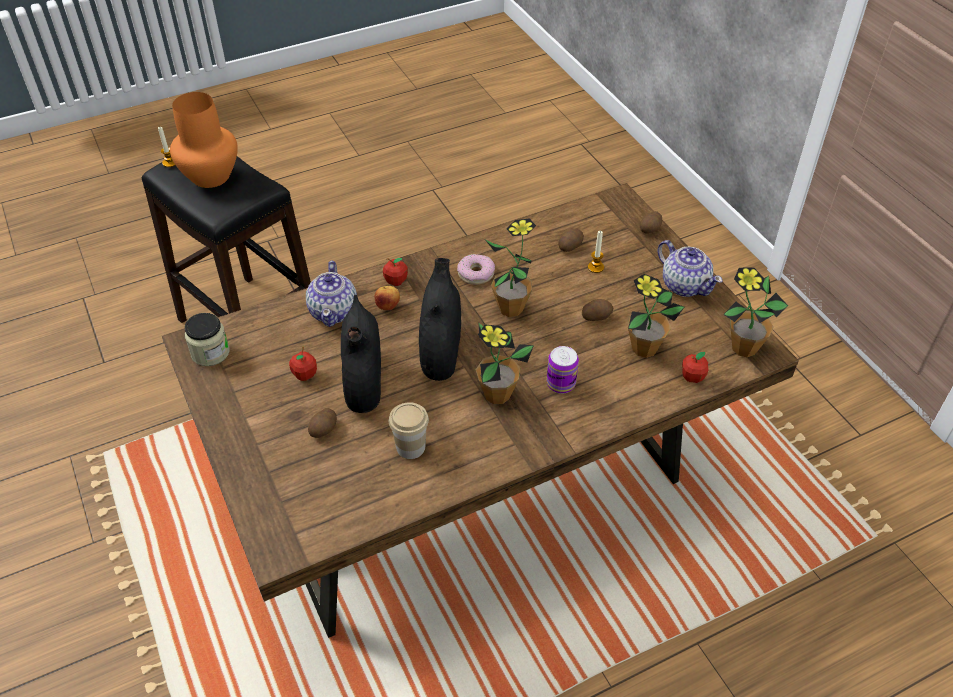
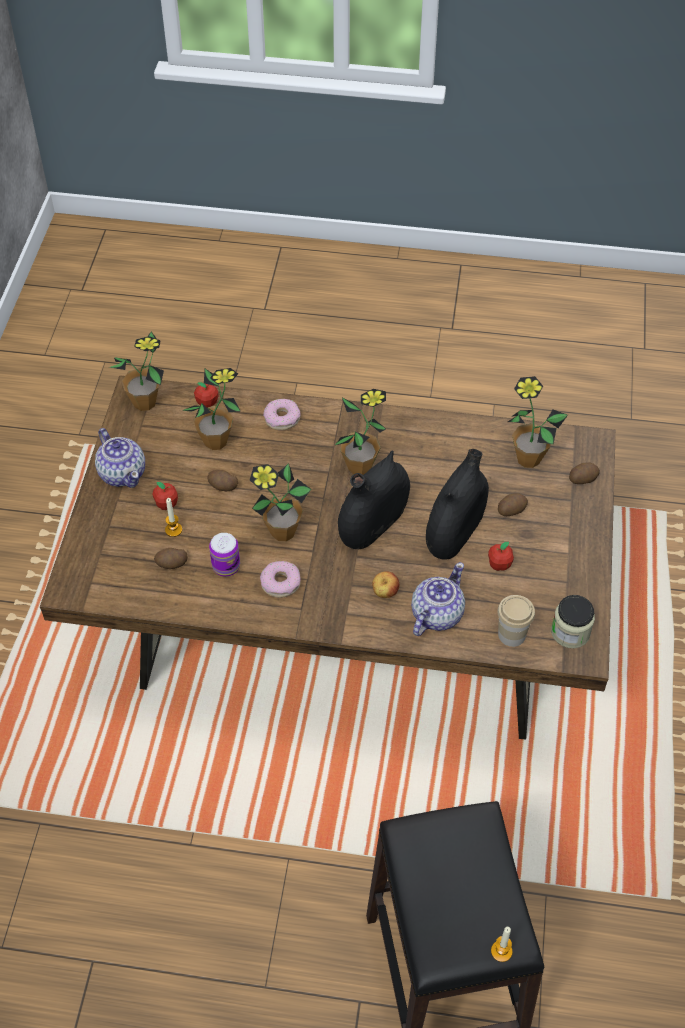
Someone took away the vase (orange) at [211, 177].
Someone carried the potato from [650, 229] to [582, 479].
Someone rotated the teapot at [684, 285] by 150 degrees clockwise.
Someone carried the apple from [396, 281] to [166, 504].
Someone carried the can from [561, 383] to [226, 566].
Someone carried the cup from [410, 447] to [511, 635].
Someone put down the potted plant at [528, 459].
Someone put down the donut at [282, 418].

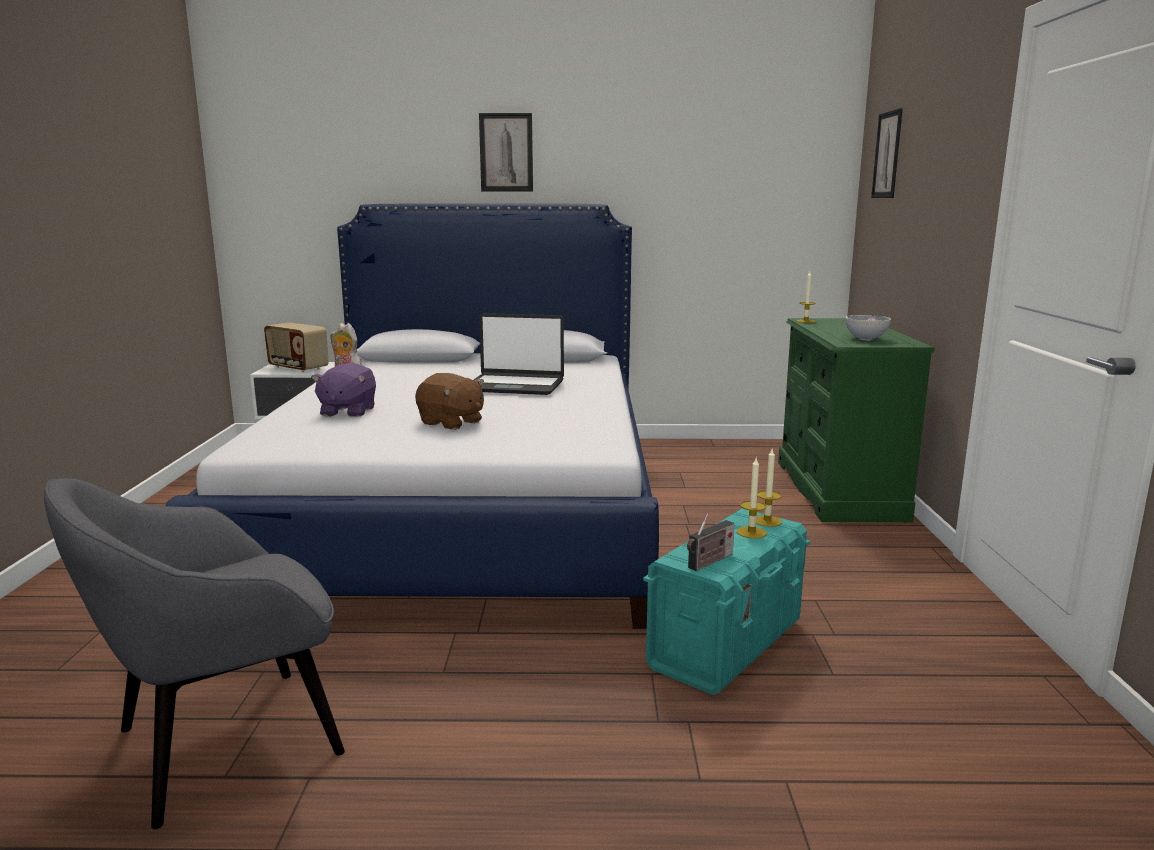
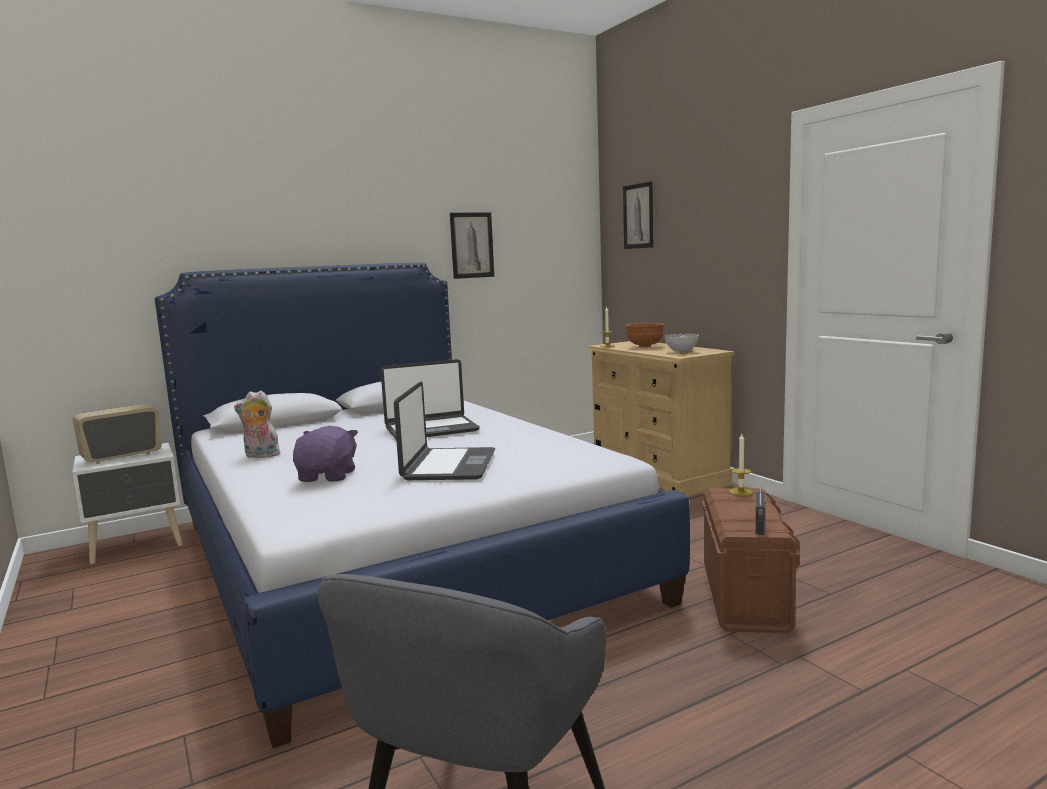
Someone carried the picture from [506, 152] to [472, 245].
Someone repainted the dresser (green) at [838, 489], which became the dresser (beige) at [657, 474].
Someone rotated the radio at [297, 368] by 135 degrees clockwise.
Someone rotated the plush toy (purple) at [347, 411] by 150 degrees counterclockwise.
Someone swapped the plush toy (brown) at [451, 423] for the laptop at [448, 466].
Someone took away the candle at [751, 532].
Someone repainted the storage box (turquoise) at [727, 644], which became the storage box (brown) at [744, 596].
Someone put down the bowl (brown) at [645, 346].

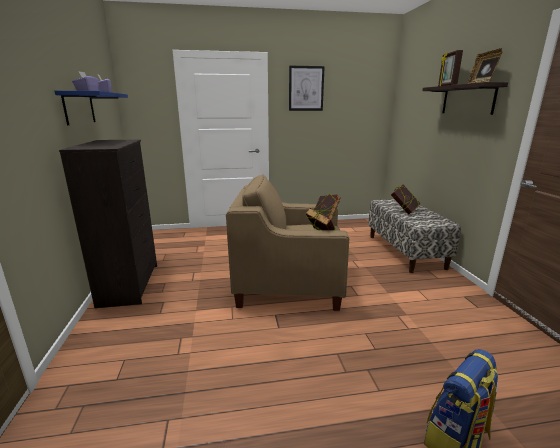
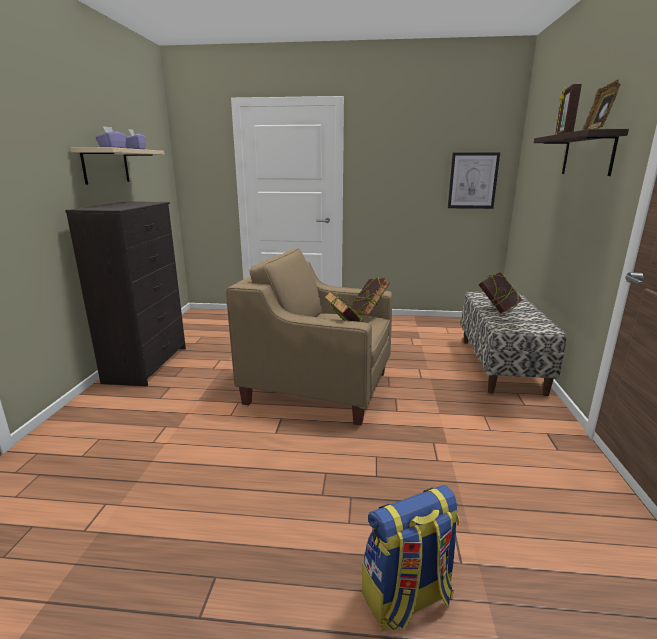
Someone carried the picture from [306, 88] to [473, 180].
Someone repainted the shelf (blue) at [79, 108], which became the shelf (beige) at [106, 166].

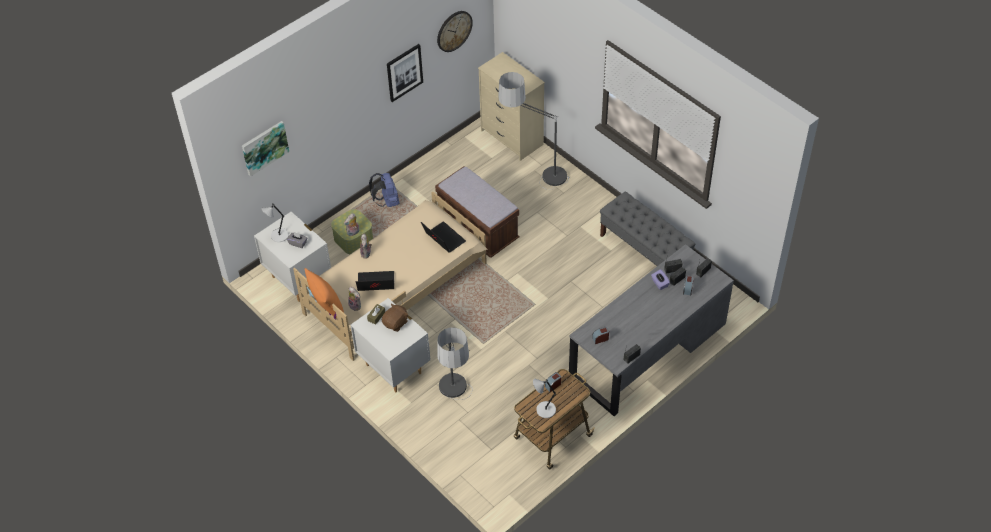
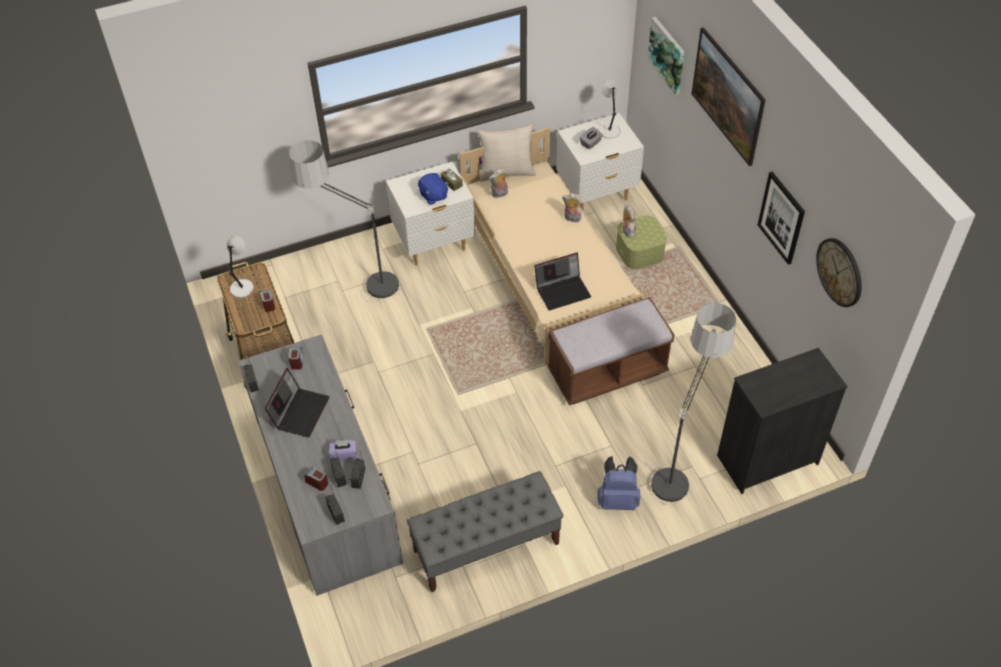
Someone repainted the dresser (beige) at [511, 138], which became the dresser (black) at [767, 459].
Someone carried the backpack (blue) from [387, 201] to [617, 499].
Someone repainted the pillow (orange) at [327, 309], which became the pillow (beige) at [506, 172].
Someone carried the laptop from [375, 284] to [300, 412].
Someone repainted the plush toy (brown) at [396, 323], which became the plush toy (blue) at [433, 196].
Someone put up the picture at [725, 112].

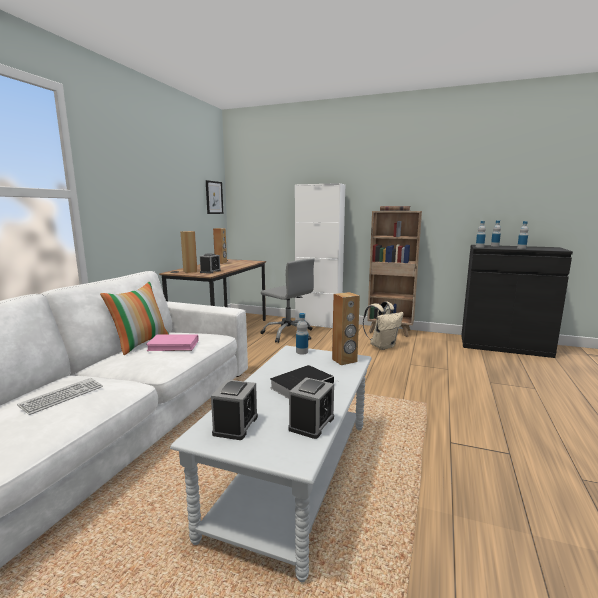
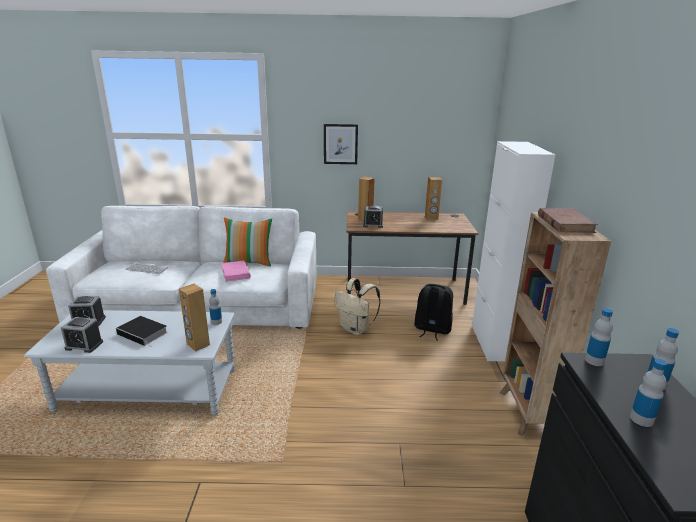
Someone carried the picture from [214, 197] to [340, 144].
Someone swapped the office chair (grey) at [288, 334] for the backpack (black) at [432, 329].
Someone carried the backpack (beige) from [382, 346] to [356, 329].

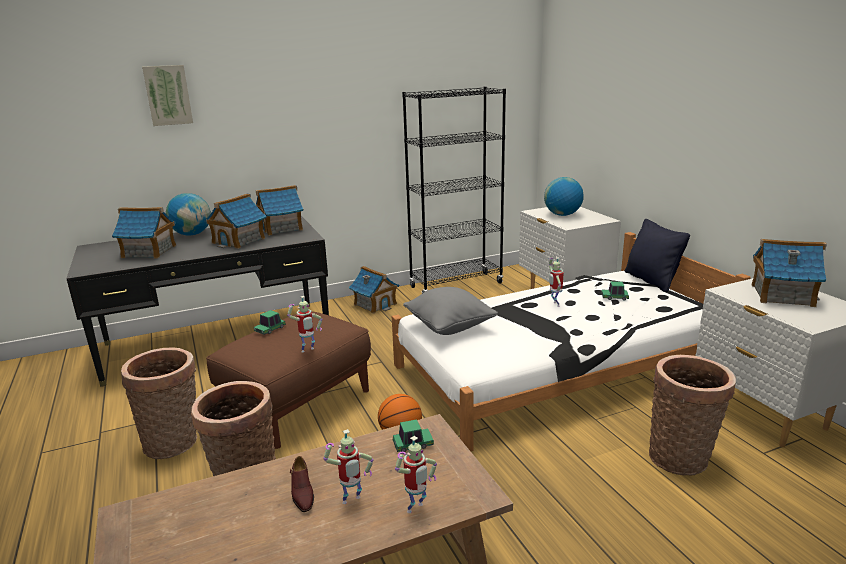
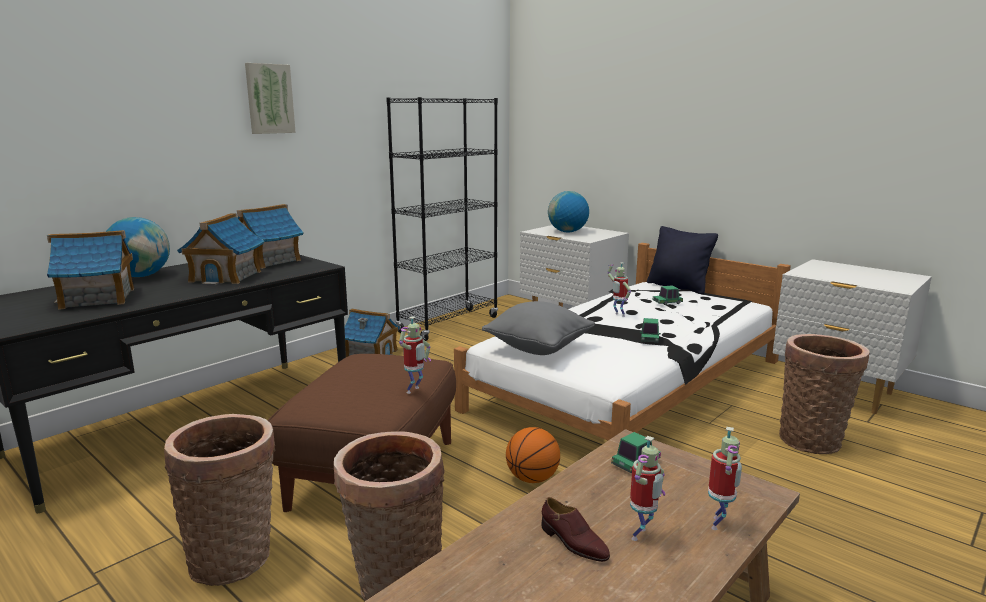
Someone carried the picture from [168, 95] to [269, 99].
Someone took away the toy house at [781, 295].
Someone carried the toy car from [270, 329] to [649, 338].

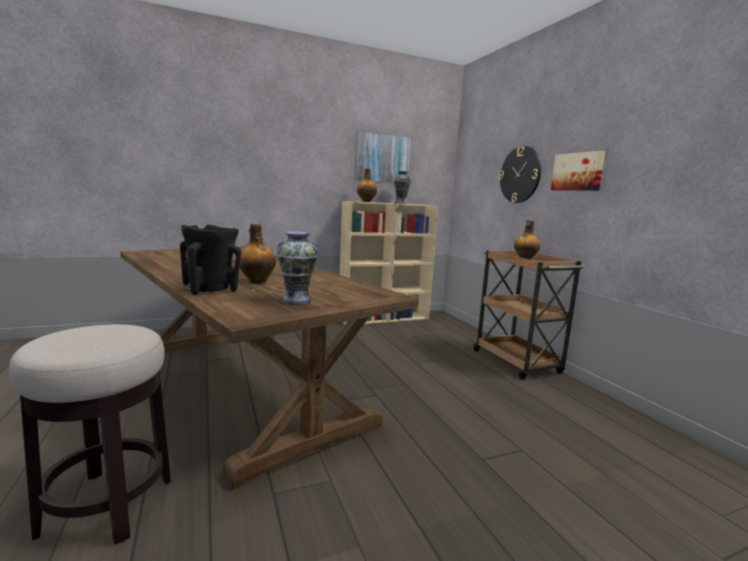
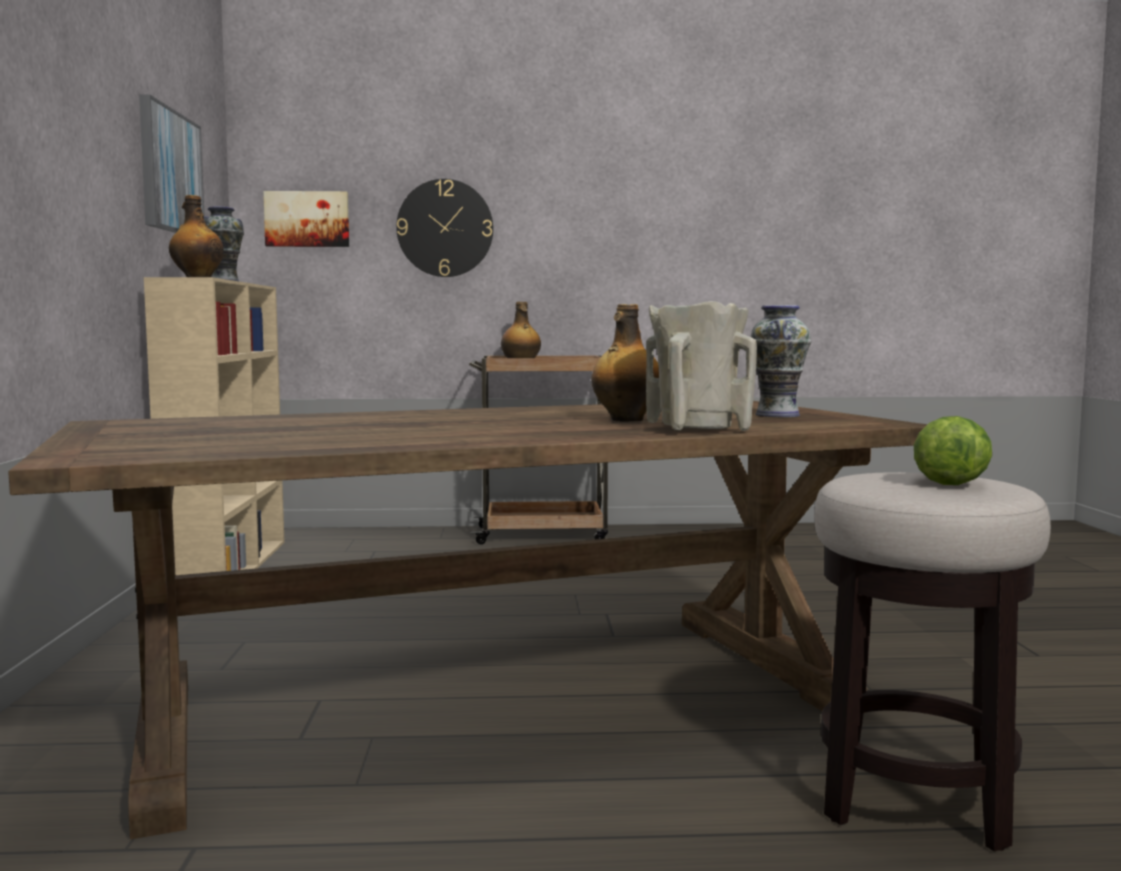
Someone carried the picture from [578, 172] to [307, 219].
Someone repainted the vase (black) at [211, 289], which became the vase (beige) at [698, 429].
Someone put down the lettuce at [950, 480].

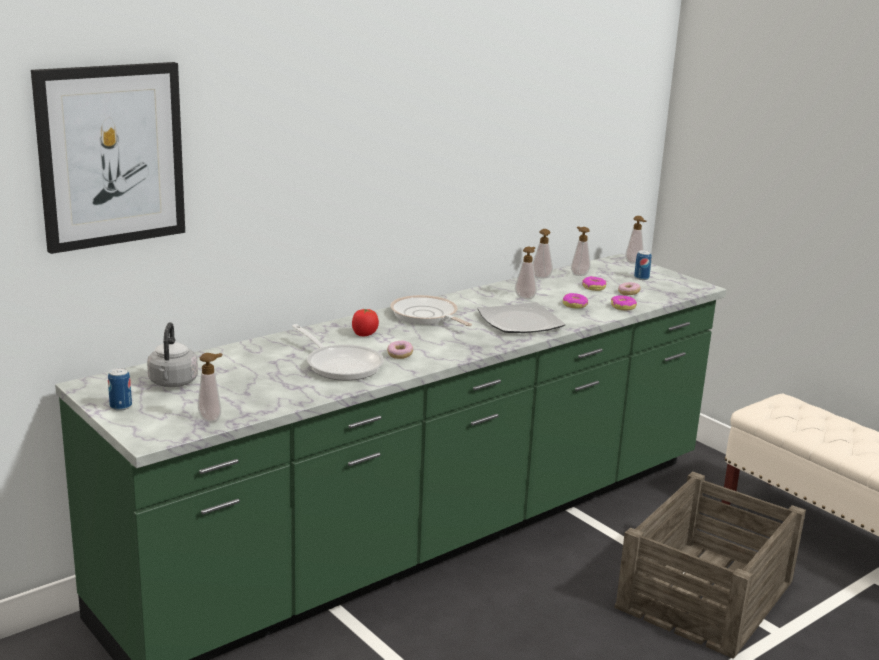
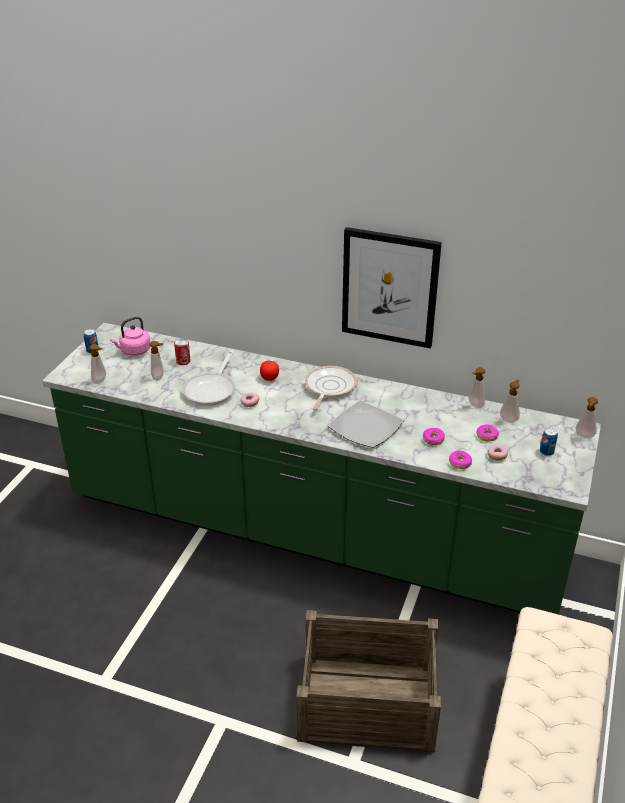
Someone carried the picture from [111, 155] to [390, 287].
Someone carried the soap dispenser from [525, 297] to [159, 378].
Someone repainted the kettle (grey) at [172, 383], which became the kettle (pink) at [134, 351].
Someone put down the can at [183, 361].

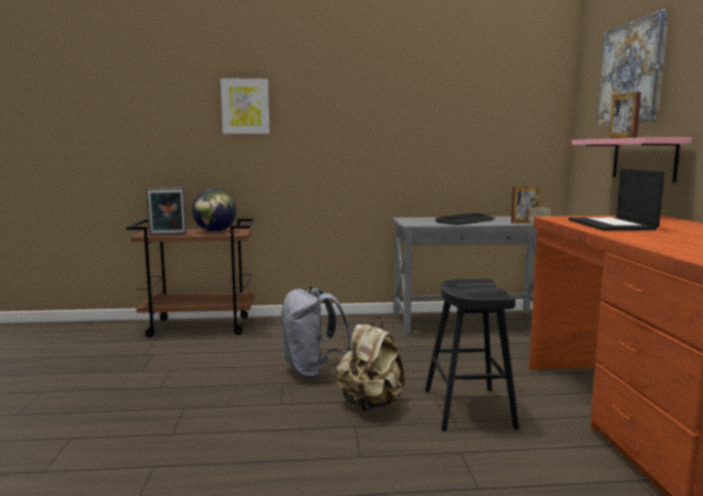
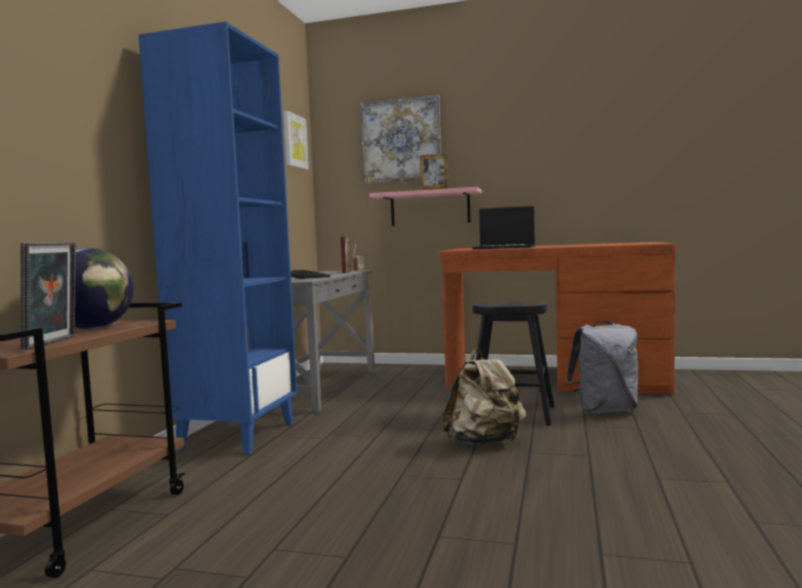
Someone carried the picture from [245, 106] to [295, 141].
Someone carried the backpack (grey) from [312, 371] to [605, 410].
Someone put down the bookcase (blue) at [237, 435].

